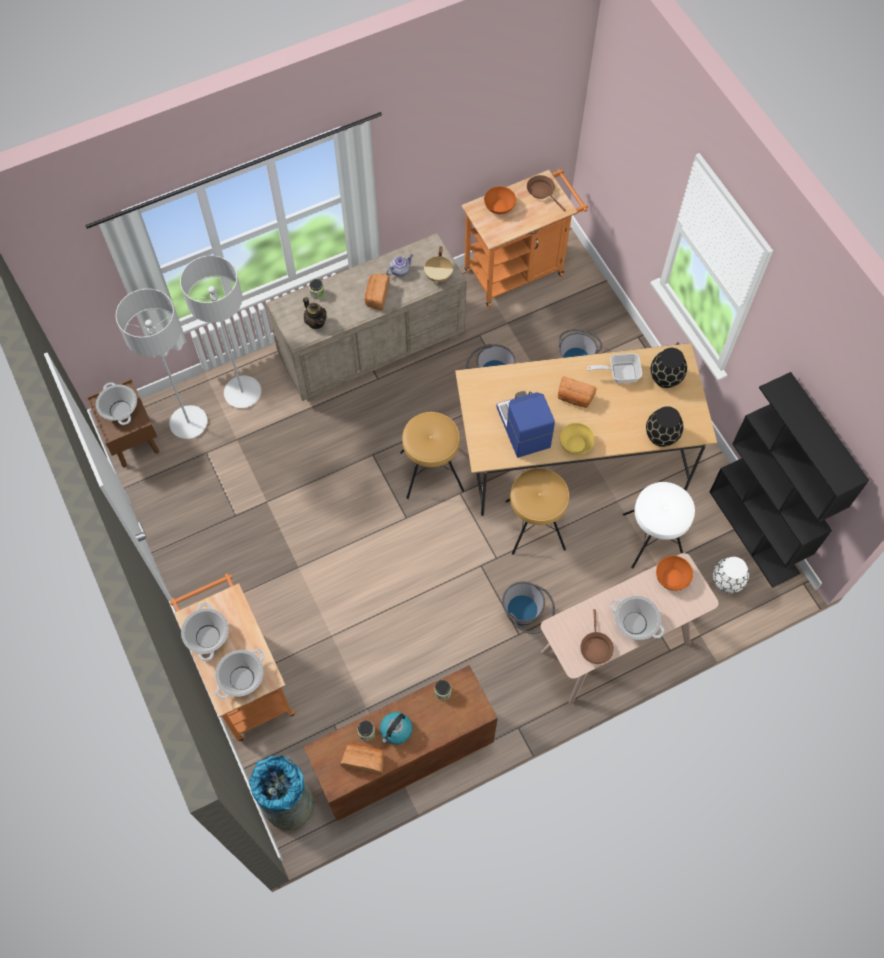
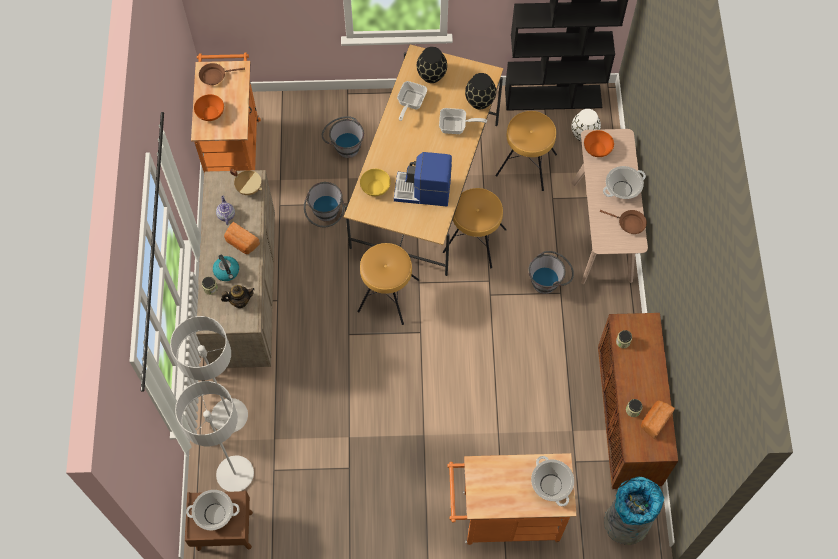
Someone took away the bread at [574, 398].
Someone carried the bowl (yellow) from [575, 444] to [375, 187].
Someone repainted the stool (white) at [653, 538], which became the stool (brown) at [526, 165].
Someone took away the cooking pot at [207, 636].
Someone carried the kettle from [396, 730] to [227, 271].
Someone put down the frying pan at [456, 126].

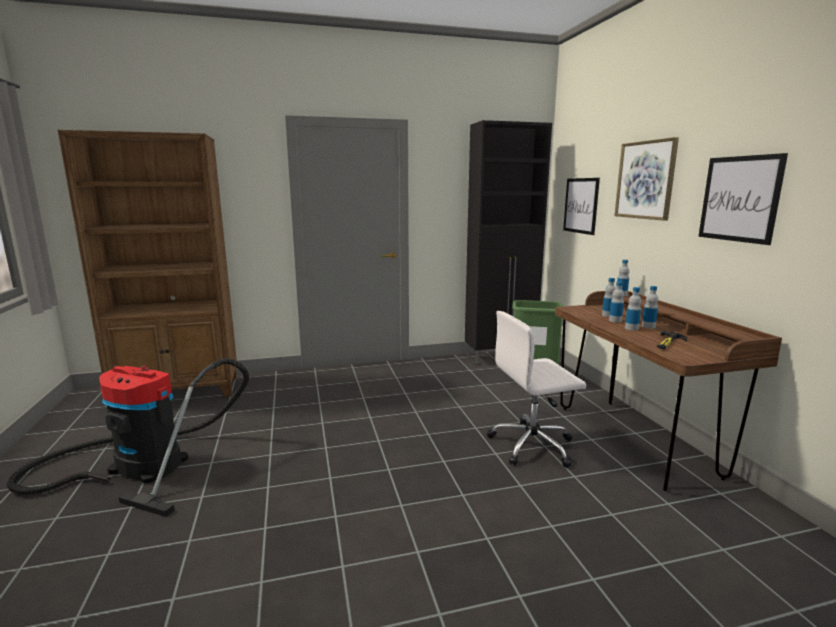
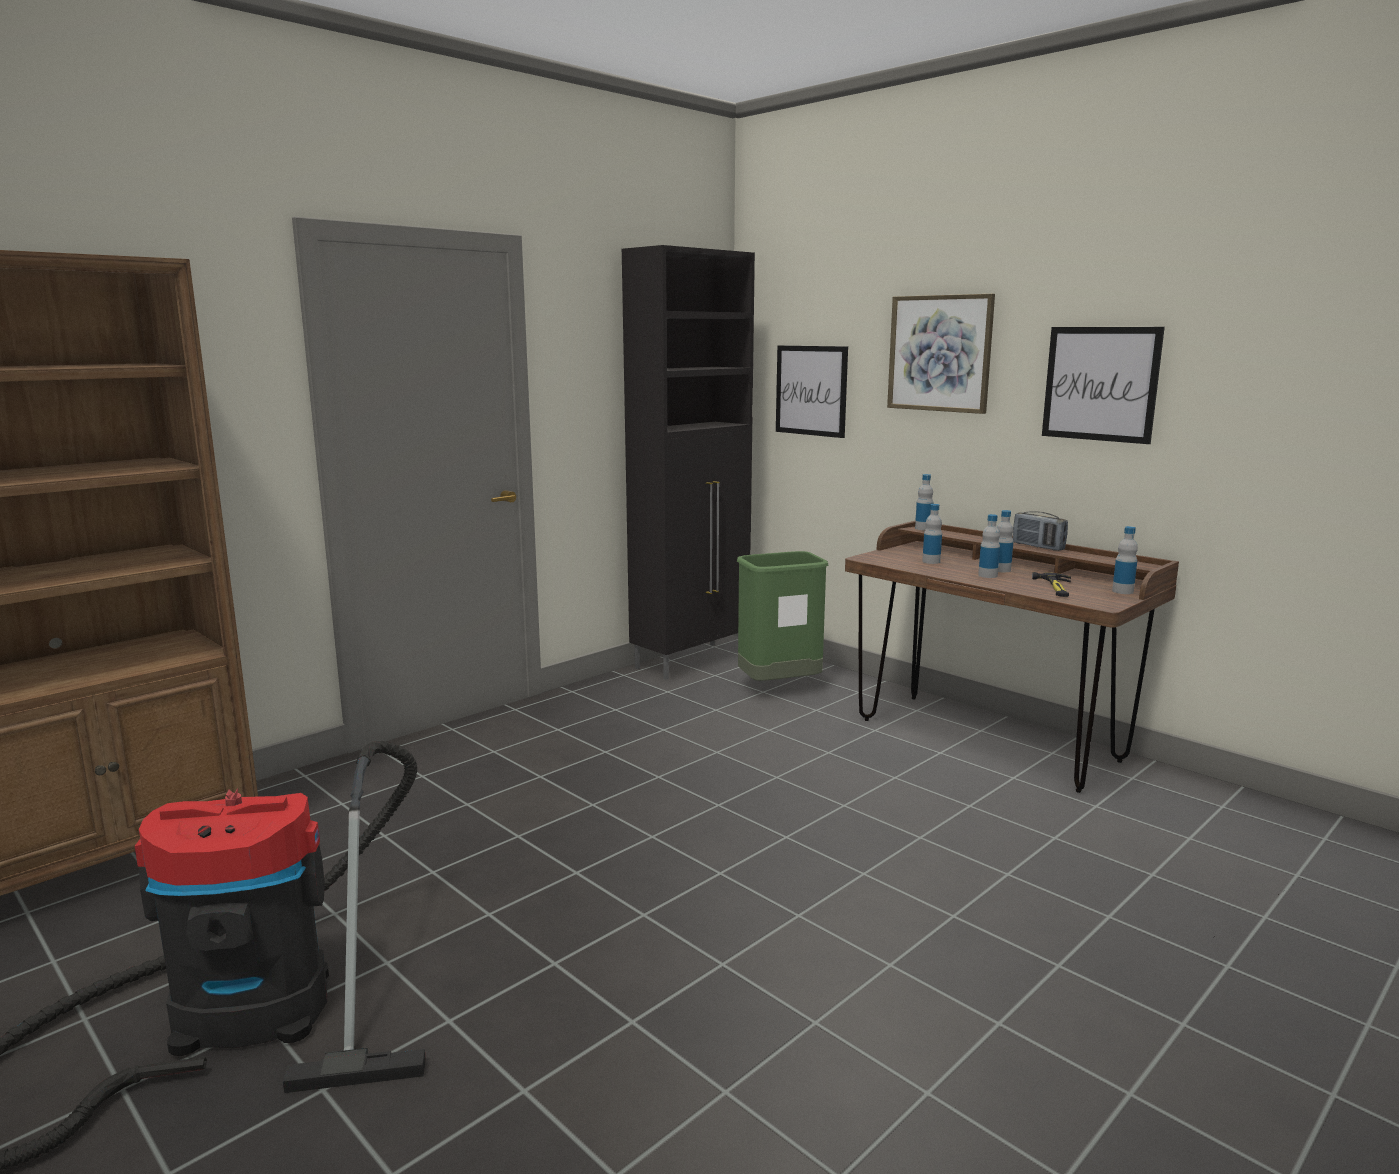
Someone carried the bottle from [615, 320] to [1122, 591].
Someone took away the office chair (white) at [533, 445].
Someone put down the radio at [1038, 546].

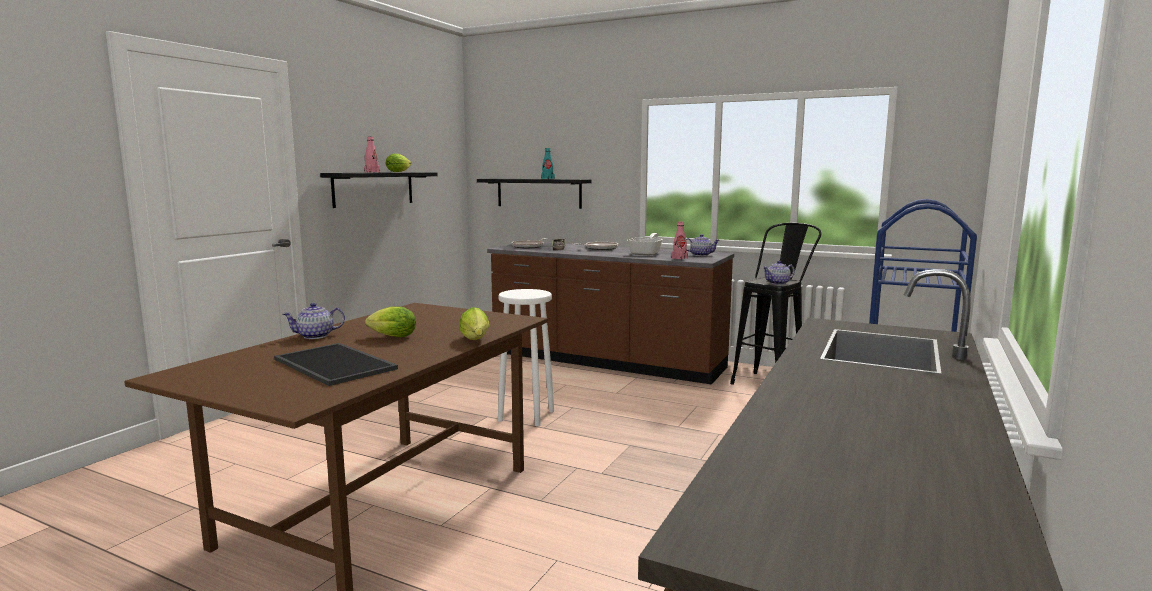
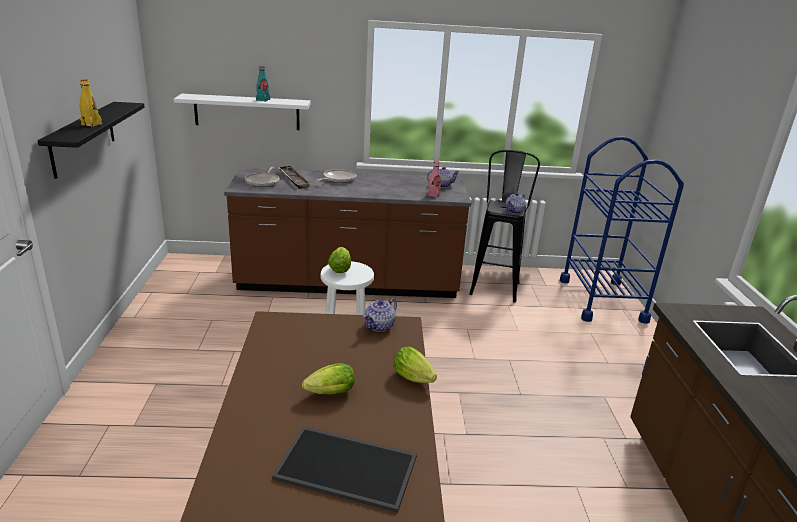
Someone repainted the bottle (pink) at [372, 172], which became the bottle (yellow) at [91, 124].
Someone carried the lettuce from [399, 172] to [340, 268].
Someone repainted the shelf (black) at [538, 193], which became the shelf (white) at [247, 112].
Someone took away the frying pan at [646, 253].
Someone carried the teapot from [316, 336] to [380, 326].

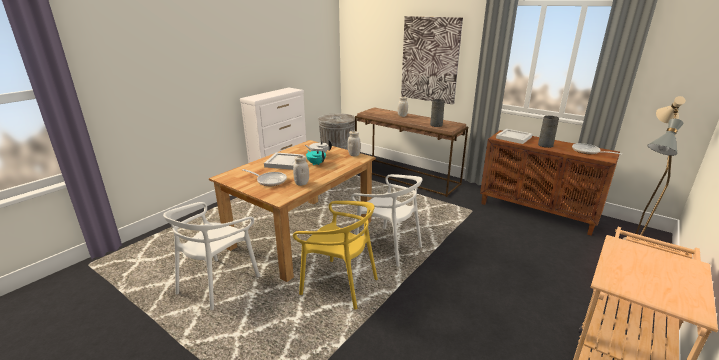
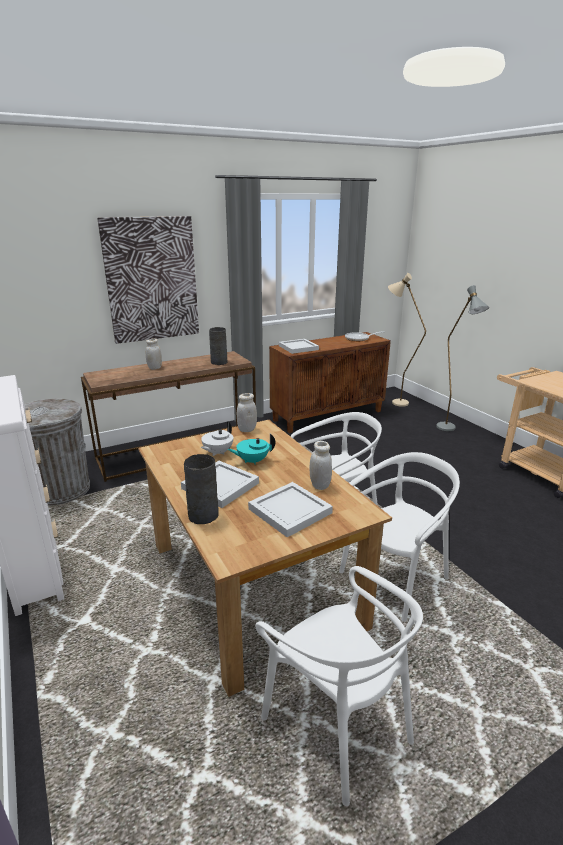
Someone carried the vase (grey) from [545, 145] to [202, 515].
Someone swapped the frying pan at [269, 181] for the tray (white) at [288, 511].
Someone repainted the chair (yellow) at [339, 284], which became the chair (white) at [395, 578].

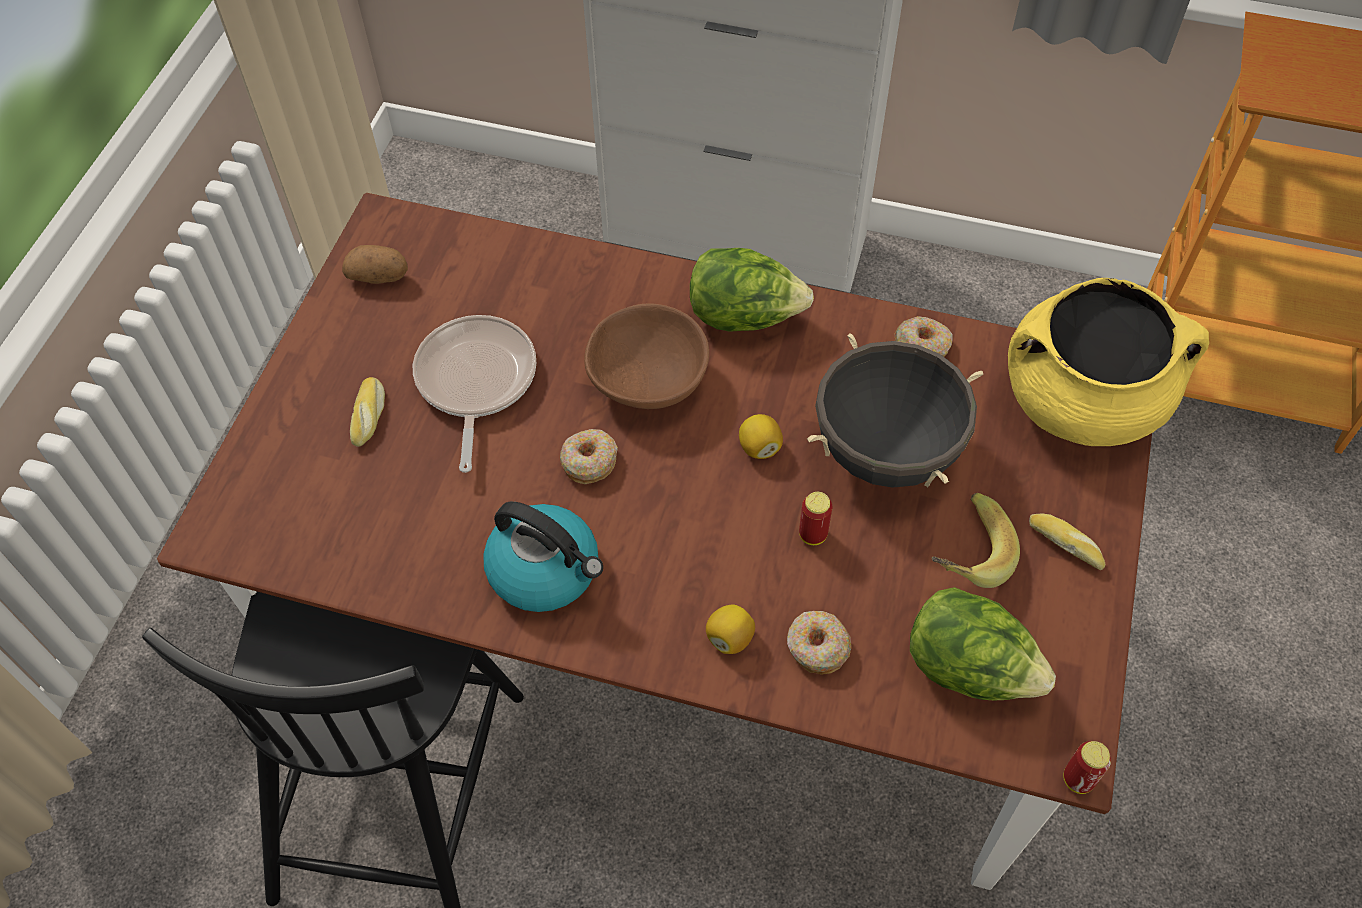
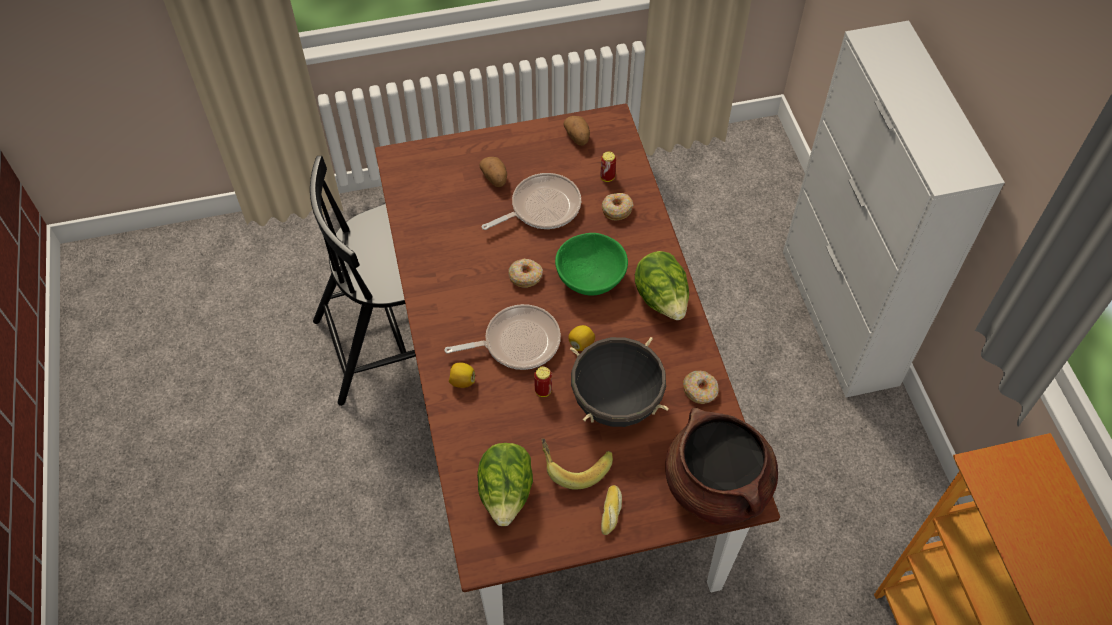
Someone repainted the cooking pot (yellow) at [1082, 401], which became the cooking pot (brown) at [717, 486].
Someone repainted the bowl (brown) at [646, 381], which became the bowl (green) at [590, 276].
Someone swapped the bread at [370, 416] for the potato at [495, 178].
Someone took away the kettle at [546, 570].
Someone carried the donut from [817, 647] to [617, 209].
Someone carried the can from [1078, 779] to [607, 177].
Someone put down the frying pan at [517, 342].

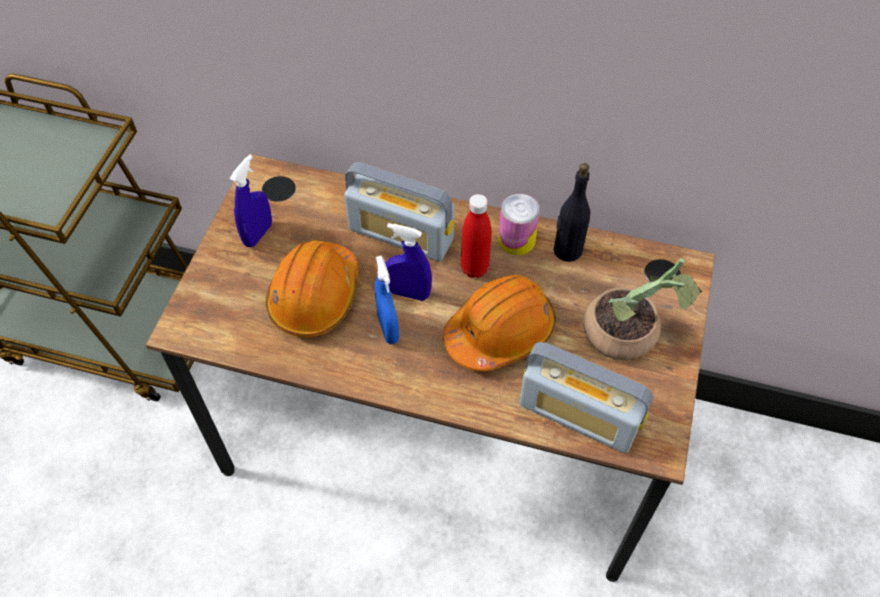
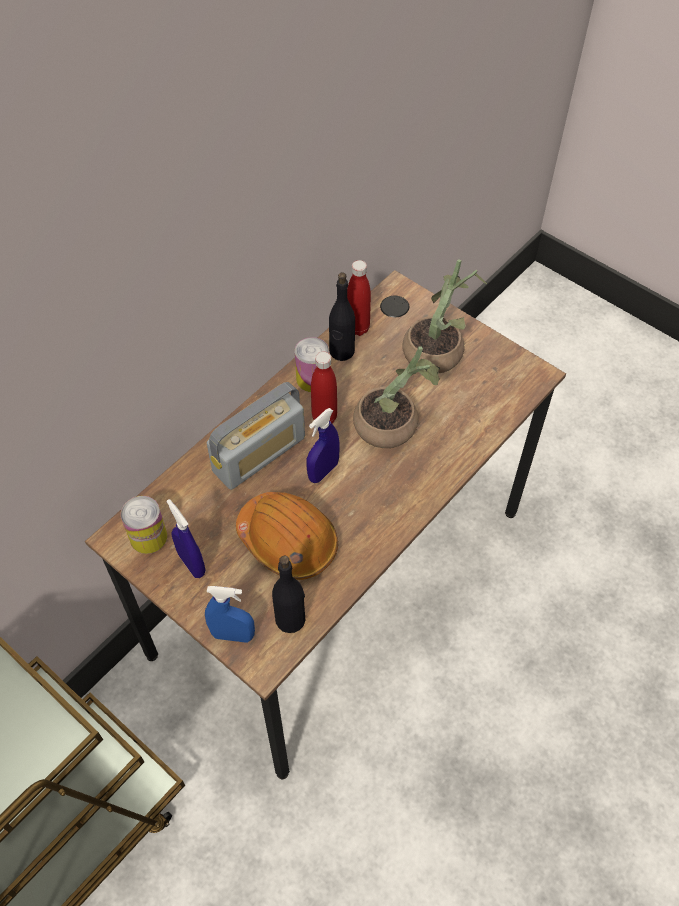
Someone carried the spray bottle (blue) from [388, 328] to [233, 635].
Someone swapped the hard hat (orange) at [500, 332] for the potted plant at [393, 425].
Someone took away the radio at [579, 415].
Someone put down the bottle (red) at [357, 328].
Someone put down the can at [148, 537].
Someone put down the bottle (black) at [291, 619].

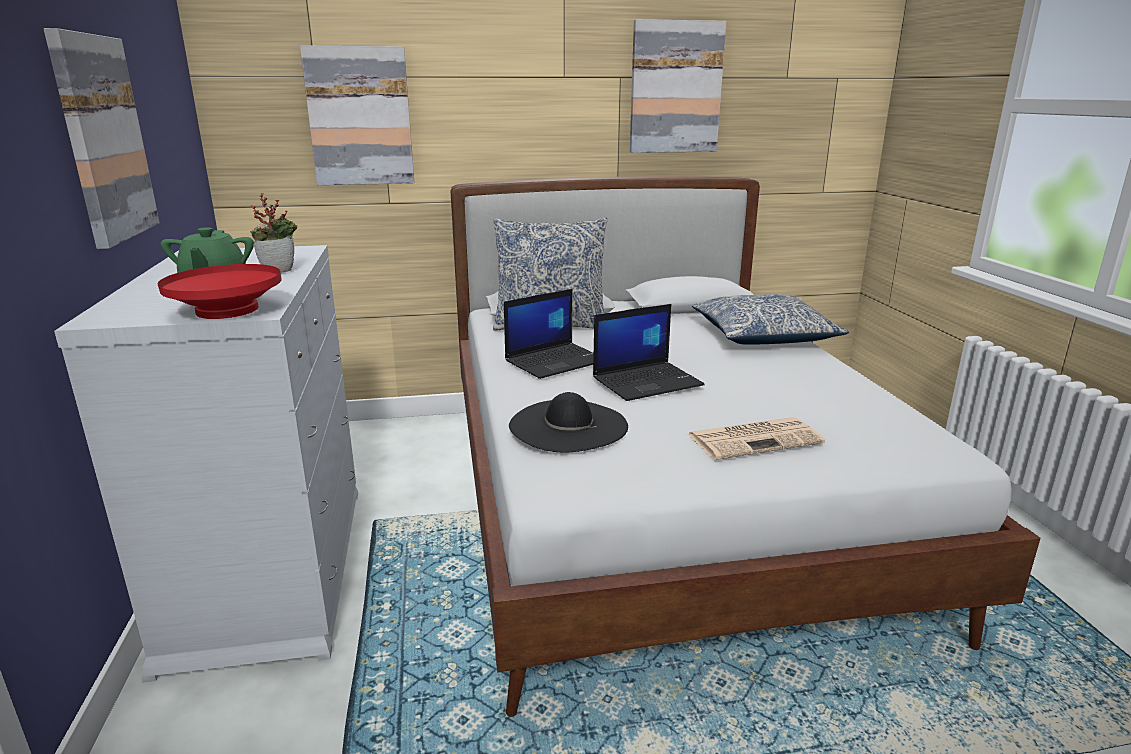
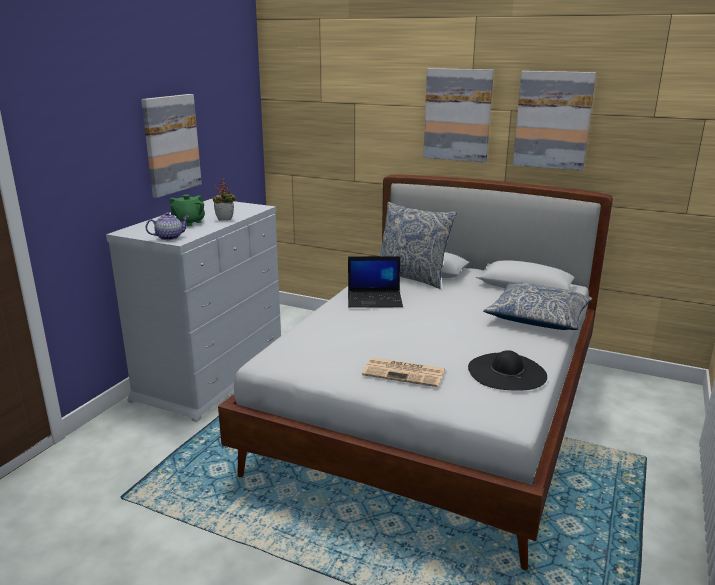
Someone carried the picture from [360, 117] to [457, 115].
Someone swapped the bowl (red) at [226, 311] for the teapot at [169, 237].
Someone took away the laptop at [647, 381].
Someone carried the hat (black) from [568, 425] to [506, 372].

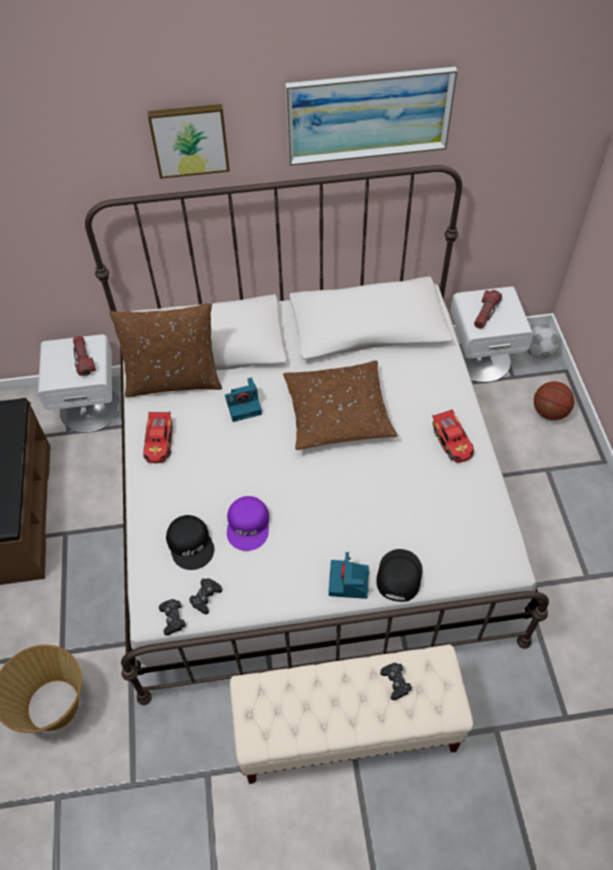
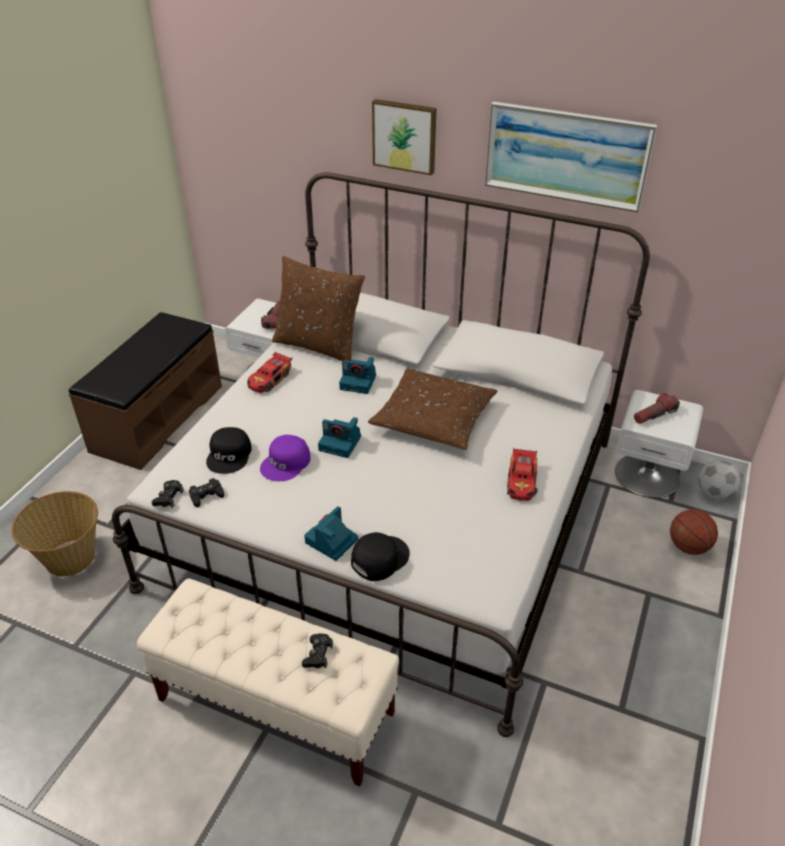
Someone put down the photo camera at [341, 443].

